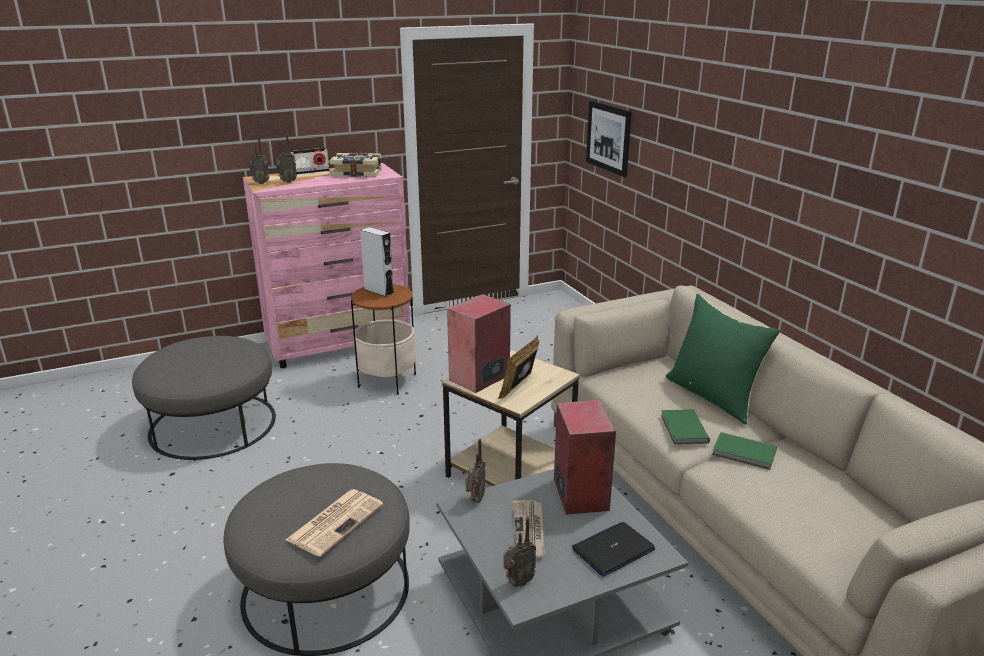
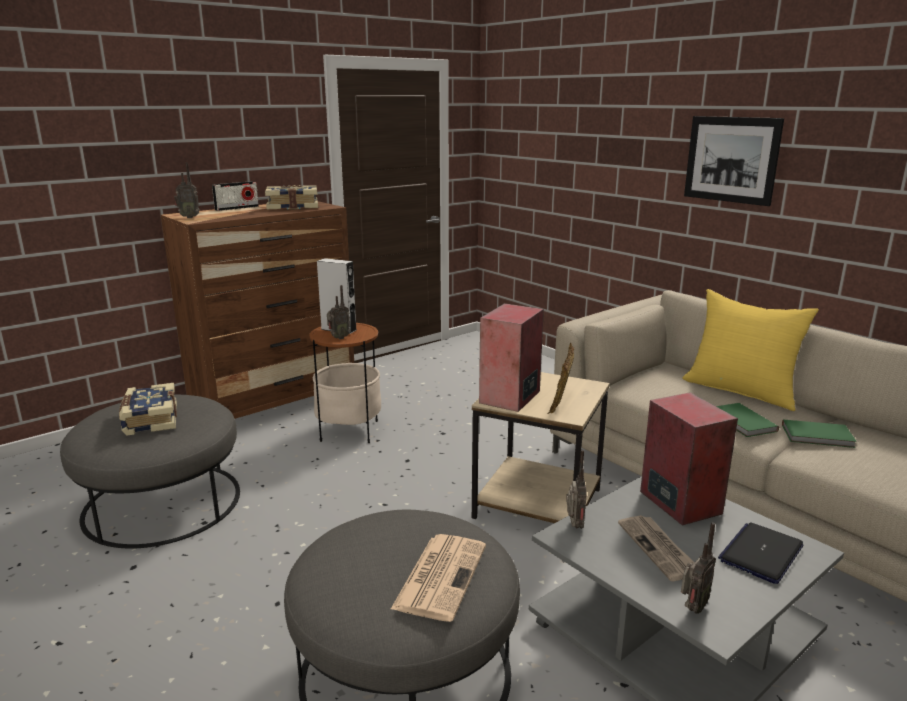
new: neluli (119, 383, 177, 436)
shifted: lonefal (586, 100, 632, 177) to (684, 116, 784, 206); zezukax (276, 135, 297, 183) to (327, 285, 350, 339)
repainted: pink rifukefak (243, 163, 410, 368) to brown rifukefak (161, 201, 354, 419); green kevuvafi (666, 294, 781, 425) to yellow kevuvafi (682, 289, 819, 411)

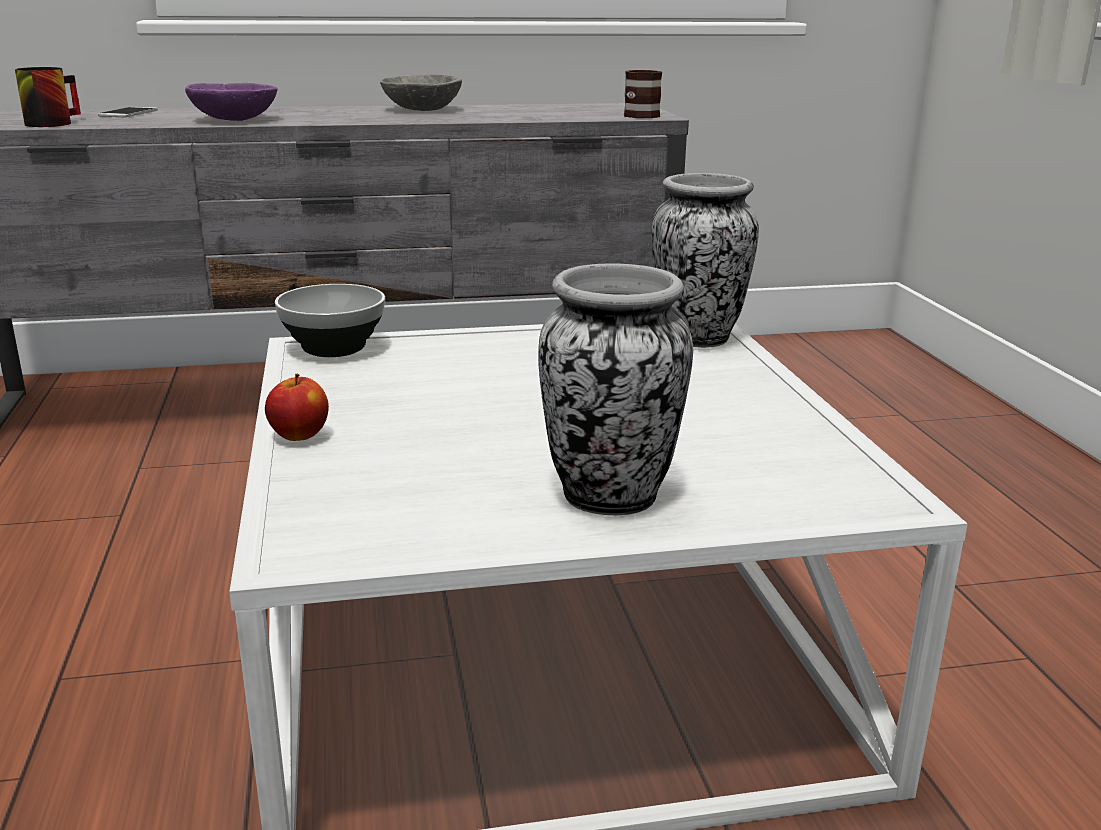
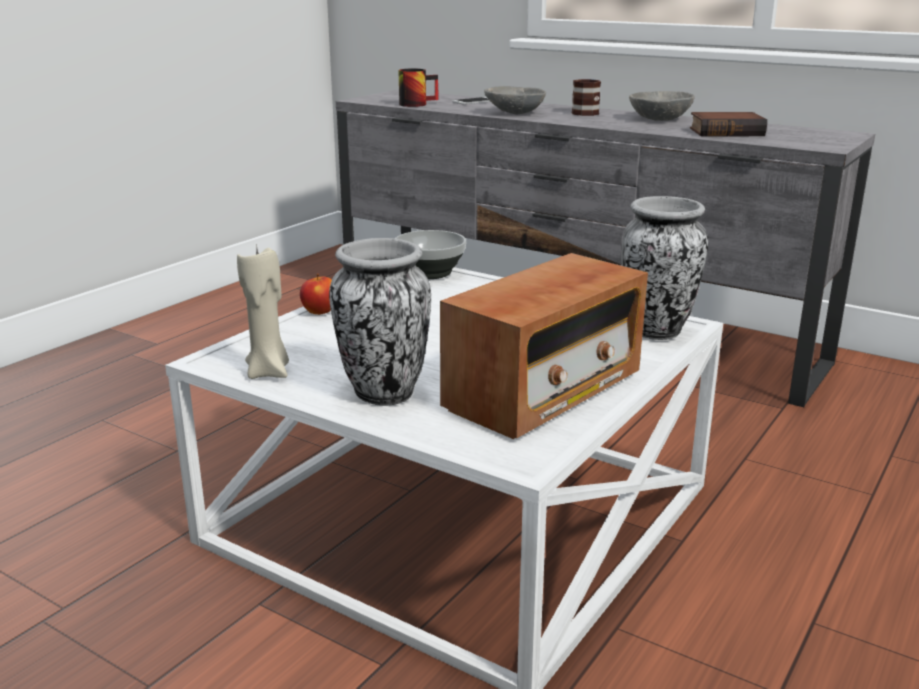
new: neluli (690, 112, 767, 136); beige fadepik (237, 244, 289, 379); zezukax (440, 253, 648, 439)
shifted: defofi (624, 70, 662, 118) to (572, 79, 601, 116)
repainted: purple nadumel (185, 83, 277, 121) to grey nadumel (484, 86, 546, 115)

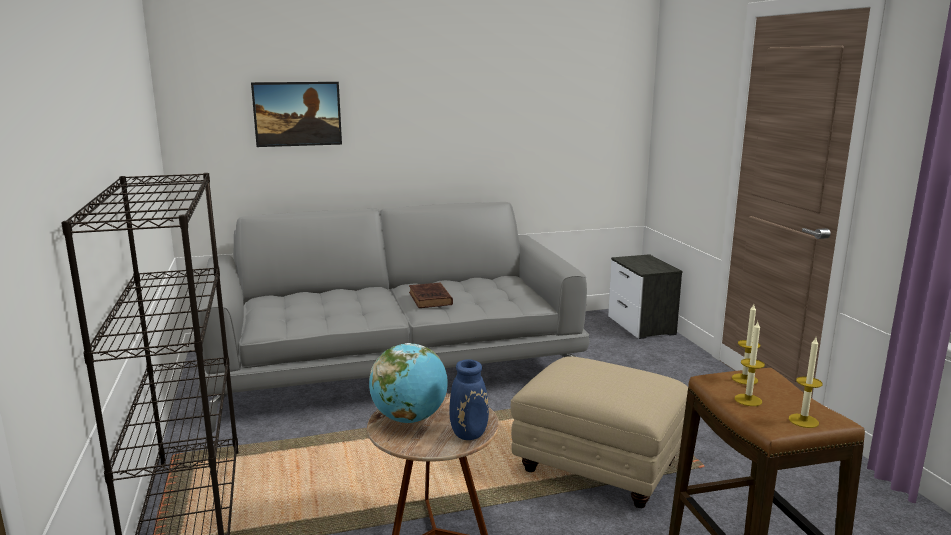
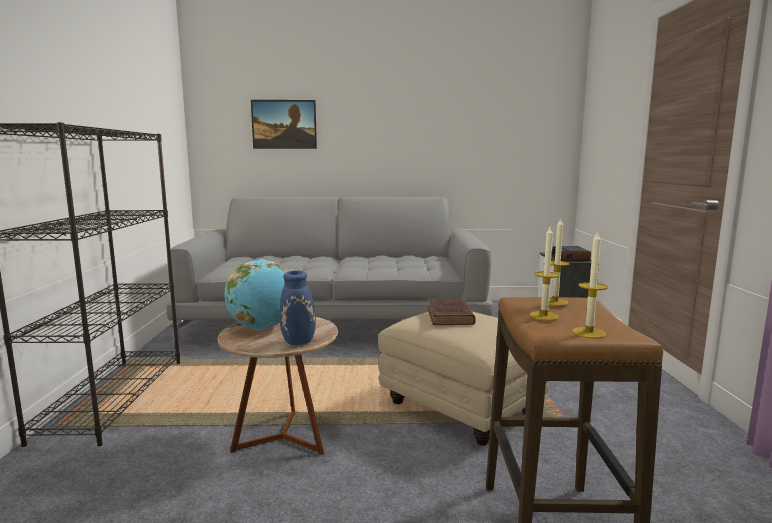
new: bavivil (551, 246, 591, 261)
shifted: brown neluli (409, 283, 453, 308) to (427, 299, 476, 325)

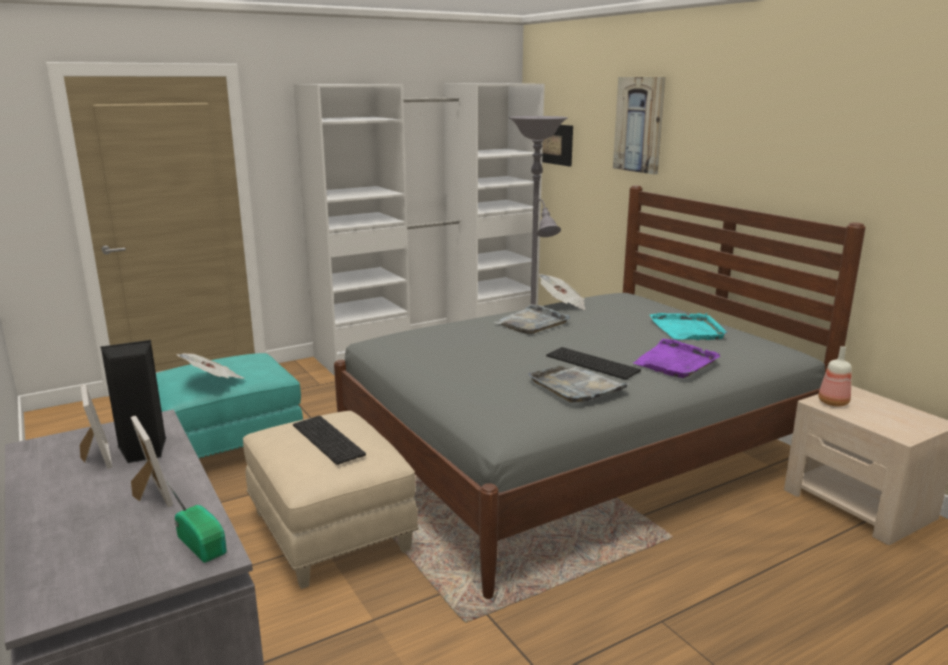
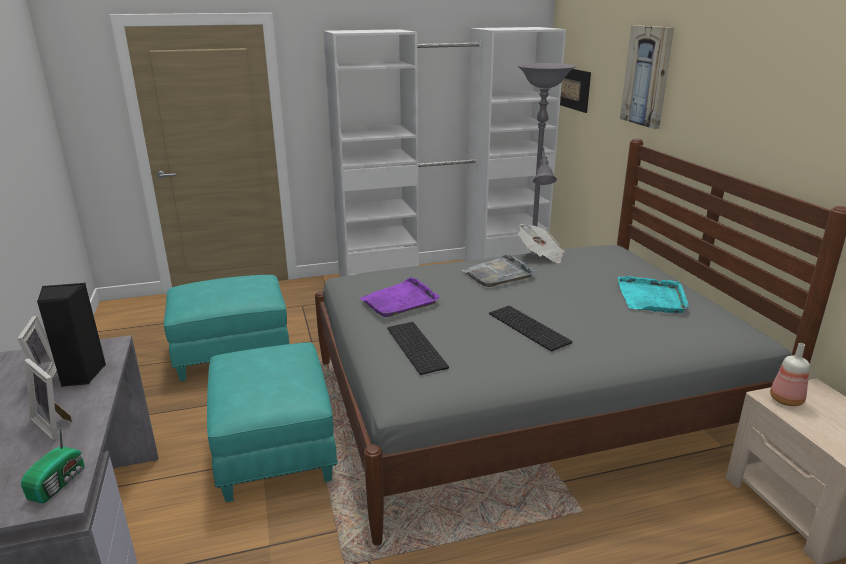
gone: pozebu (176, 353, 243, 378); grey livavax (529, 366, 630, 403)
shifted: purple livavax (633, 339, 720, 378) to (360, 277, 439, 317); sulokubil (293, 416, 366, 465) to (387, 322, 449, 375)
repainted: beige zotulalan (243, 411, 419, 589) to turquoise zotulalan (207, 342, 338, 502)
rotated: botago (131, 416, 173, 507) = (24, 359, 72, 440) 150 degrees clockwise; zezukax (166, 481, 227, 563) = (21, 418, 85, 504) 45 degrees clockwise

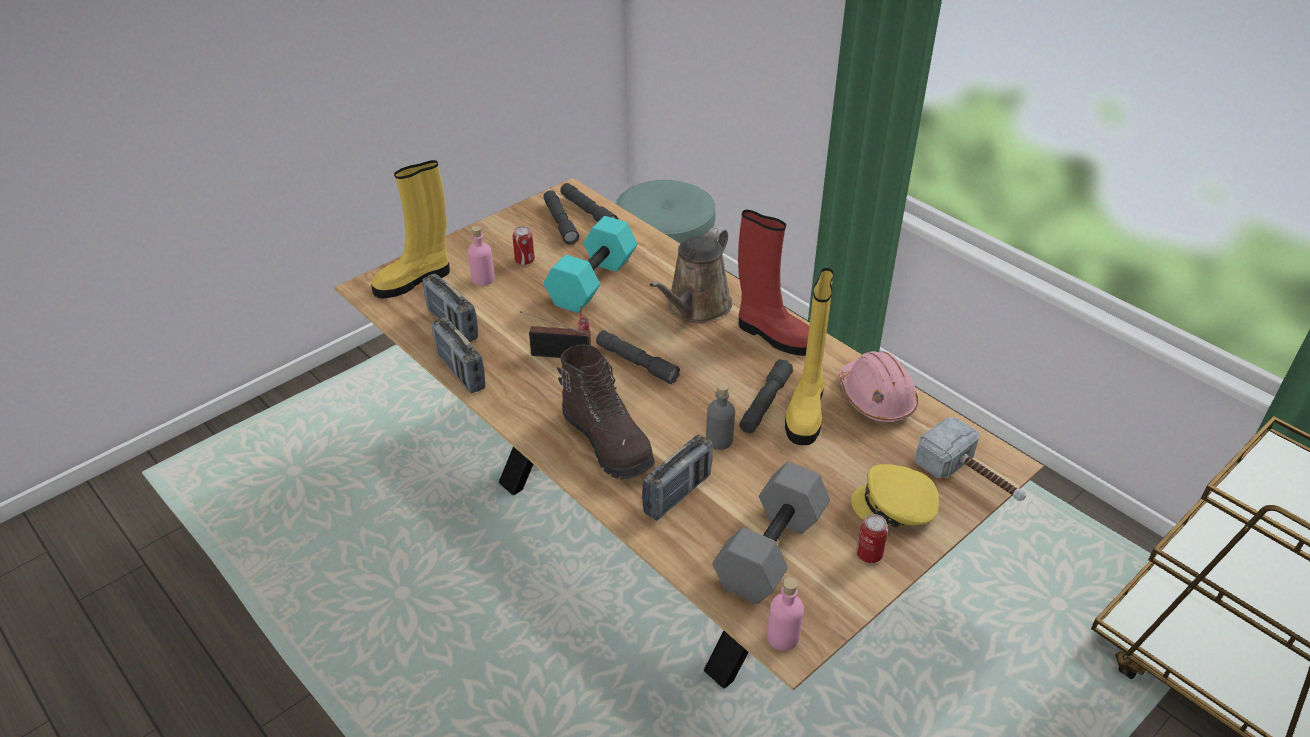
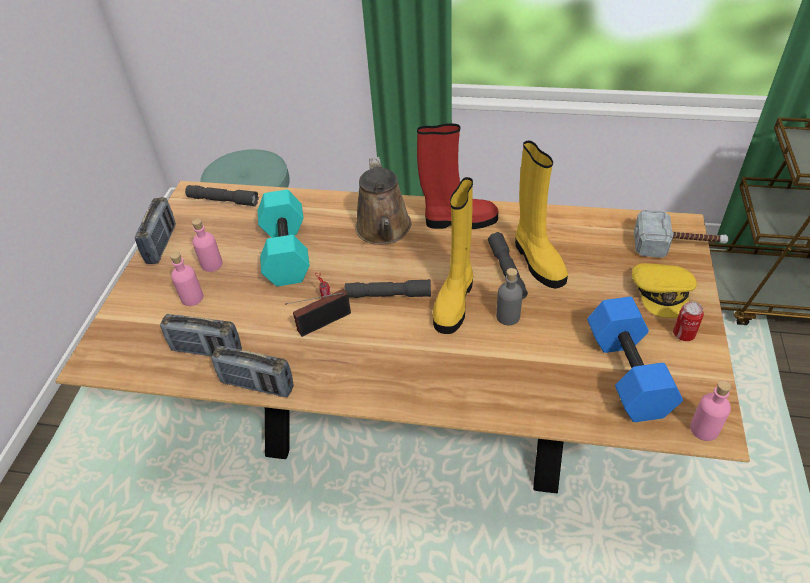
gone: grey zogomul (543, 190, 579, 245); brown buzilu (557, 344, 655, 479); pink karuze (839, 351, 918, 422)
shifted: yellow buzilu (371, 160, 450, 298) to (433, 177, 473, 334); zezukax (642, 434, 713, 520) to (134, 197, 176, 264)
swapped: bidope (513, 226, 535, 265) to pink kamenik (192, 218, 223, 272)
repainted: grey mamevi (712, 462, 830, 604) to blue mamevi (587, 297, 683, 422)
rotated: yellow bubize (851, 464, 939, 528) = (632, 263, 697, 318) 60 degrees counterclockwise

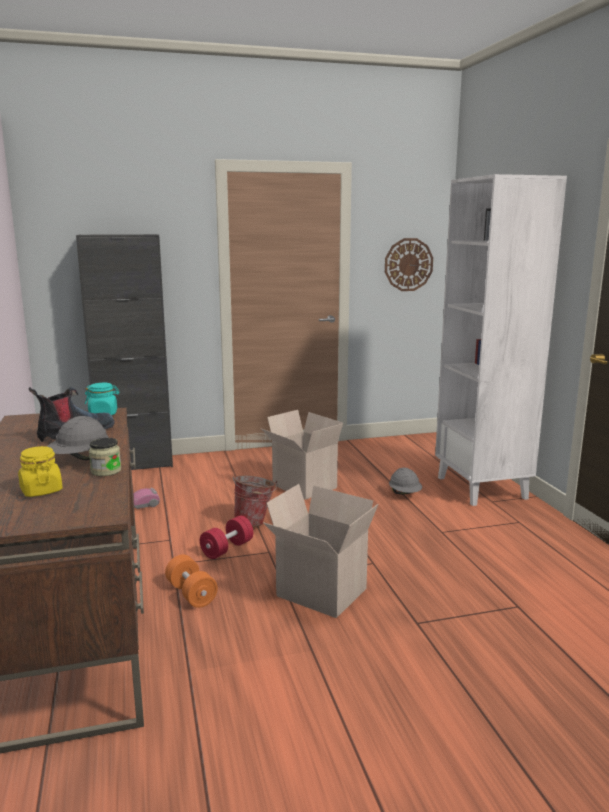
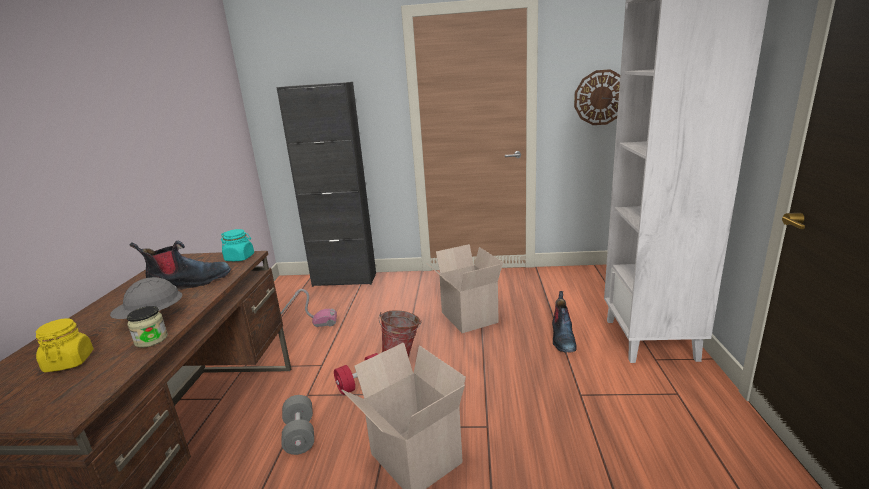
swapped: grey karuze (389, 468, 422, 494) to buzilu (552, 291, 577, 353)
repainted: orange mamevi (165, 554, 218, 608) to grey mamevi (281, 395, 314, 455)

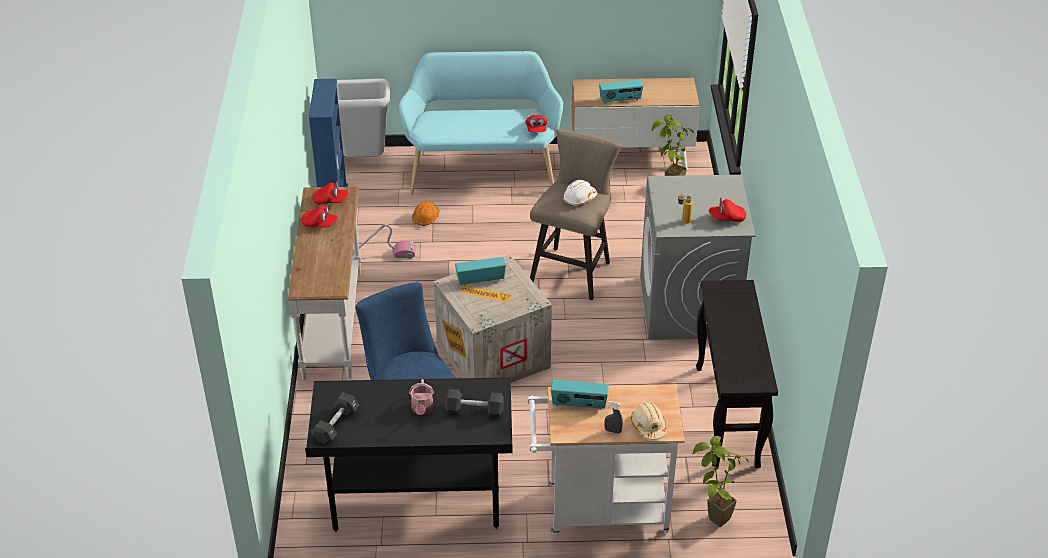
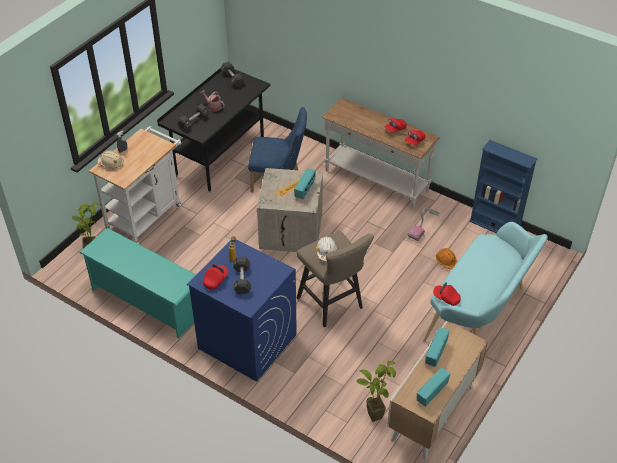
gone: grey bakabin (337, 79, 390, 157)
new: black mamevi (233, 257, 251, 294)
shifted: zezukax (551, 380, 609, 410) to (417, 368, 450, 406)
swapped: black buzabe (696, 280, 778, 468) to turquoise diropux (79, 228, 196, 339)
repainted: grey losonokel (640, 175, 756, 340) to blue losonokel (187, 239, 297, 382)

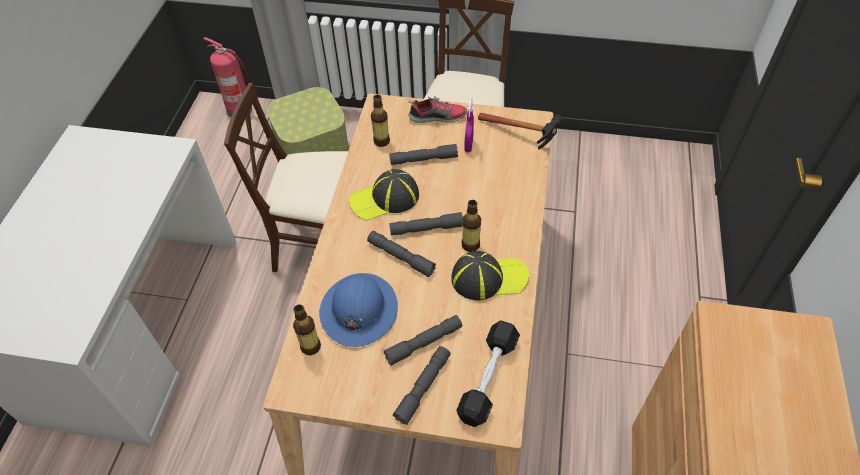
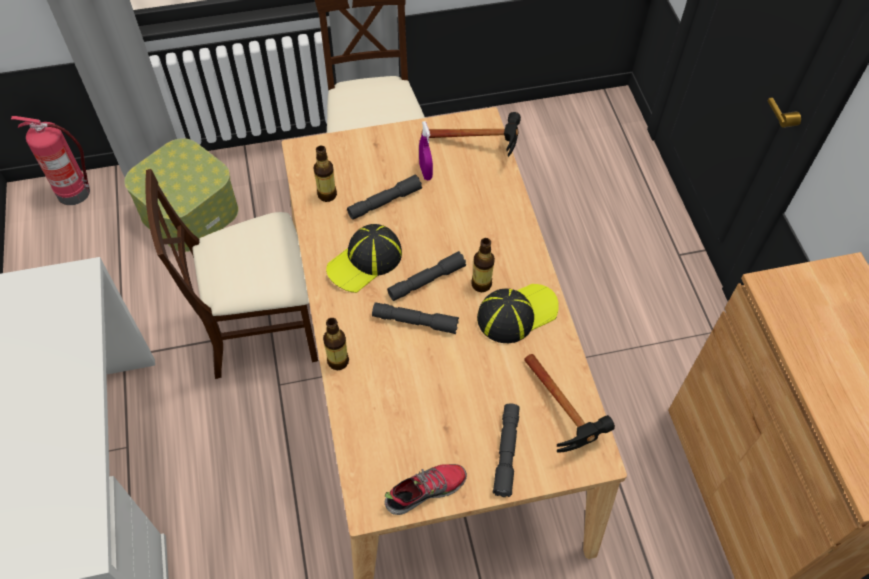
gone: blue karuze (319, 273, 398, 347); grey zogomul (384, 315, 462, 366)
shifted: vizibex (408, 96, 467, 123) to (385, 464, 467, 515); kamenik (293, 304, 321, 355) to (323, 318, 349, 370)
swapped: black mamevi (457, 320, 520, 427) to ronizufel (524, 354, 615, 453)

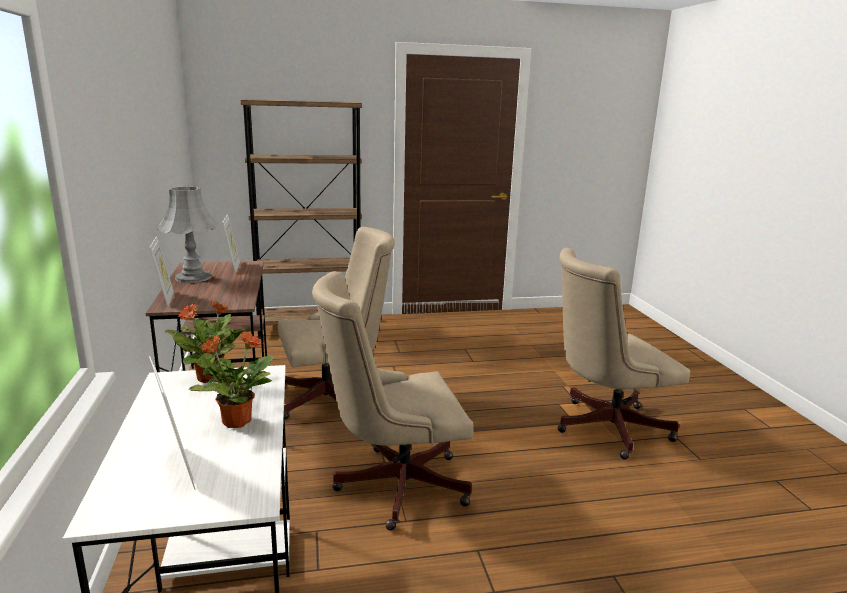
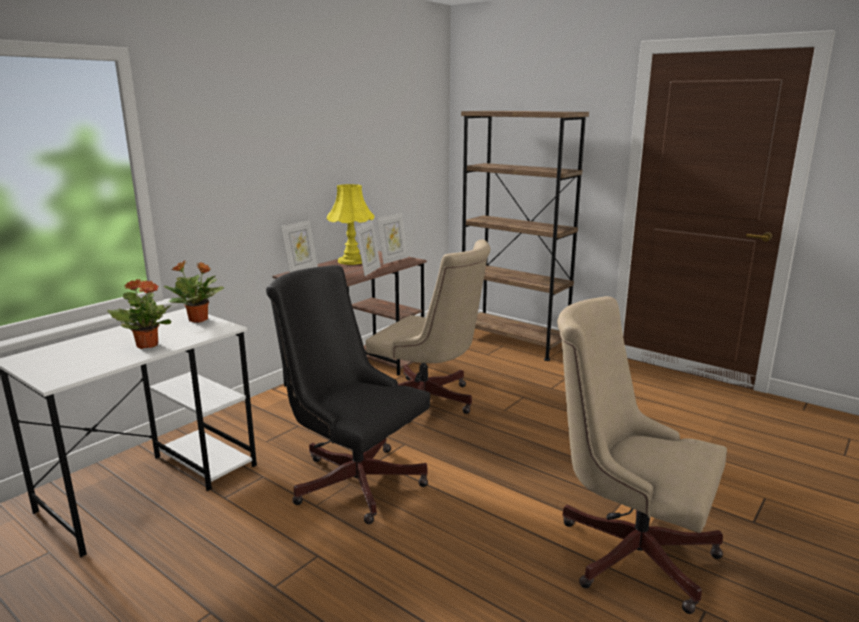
shifted: botago (149, 356, 195, 490) to (355, 221, 381, 276)
repainted: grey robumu (157, 186, 219, 283) to yellow robumu (327, 184, 374, 265); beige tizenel (312, 271, 473, 531) to black tizenel (266, 265, 430, 524)

